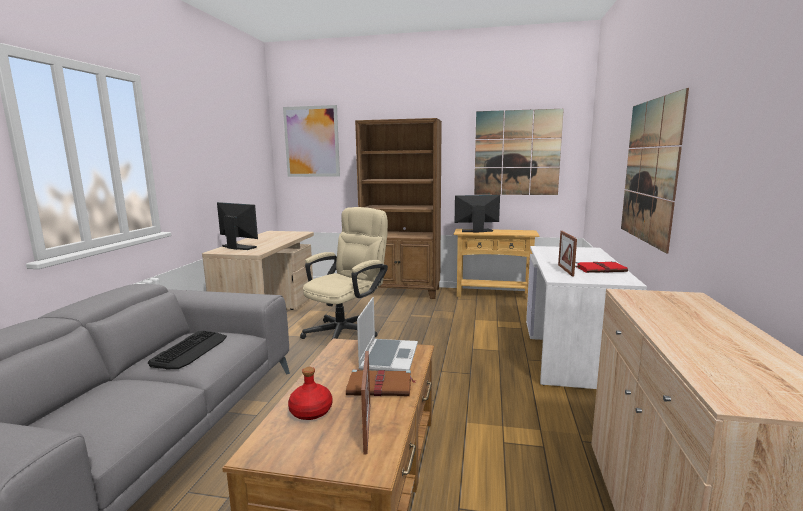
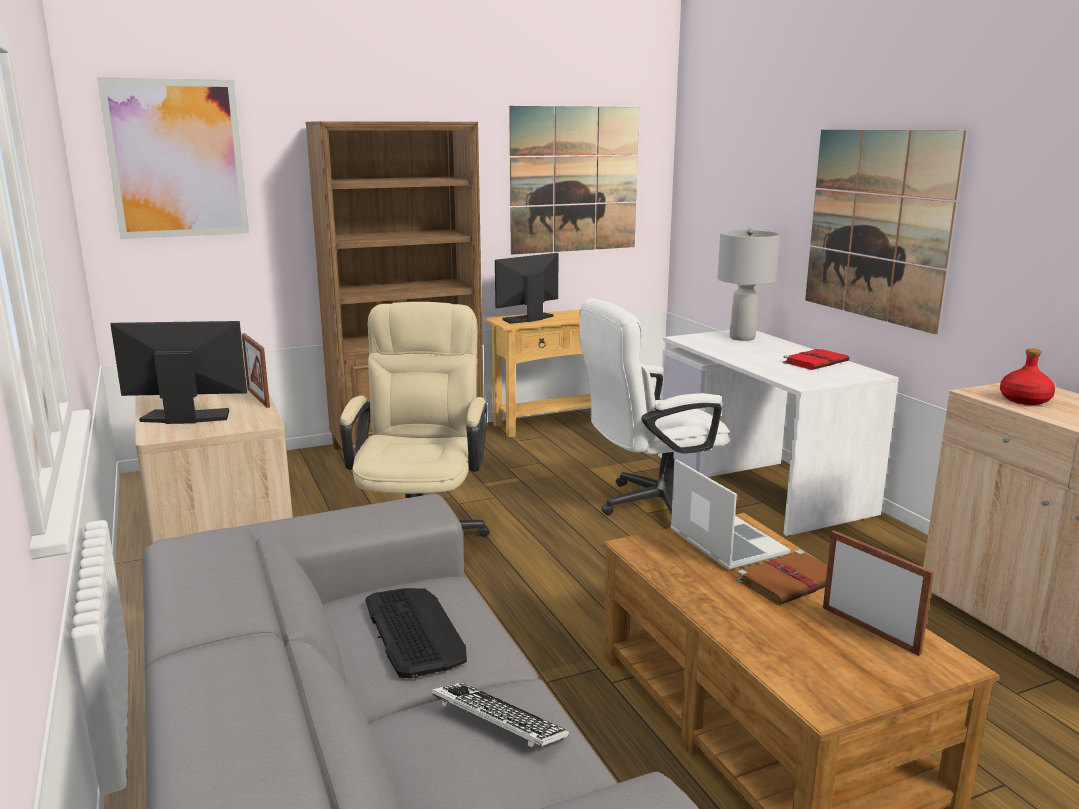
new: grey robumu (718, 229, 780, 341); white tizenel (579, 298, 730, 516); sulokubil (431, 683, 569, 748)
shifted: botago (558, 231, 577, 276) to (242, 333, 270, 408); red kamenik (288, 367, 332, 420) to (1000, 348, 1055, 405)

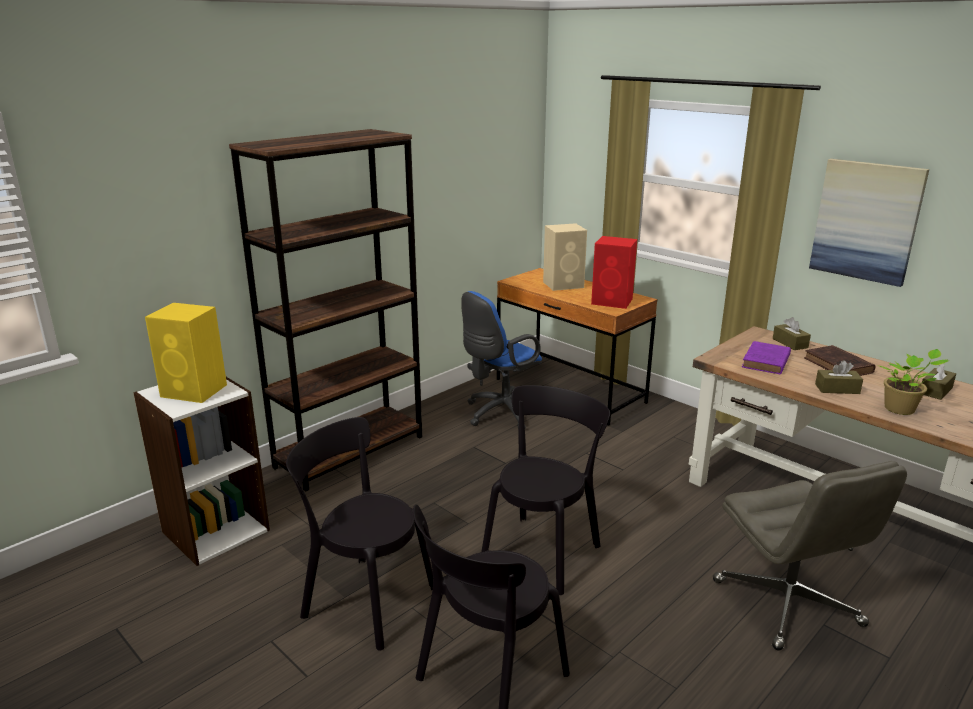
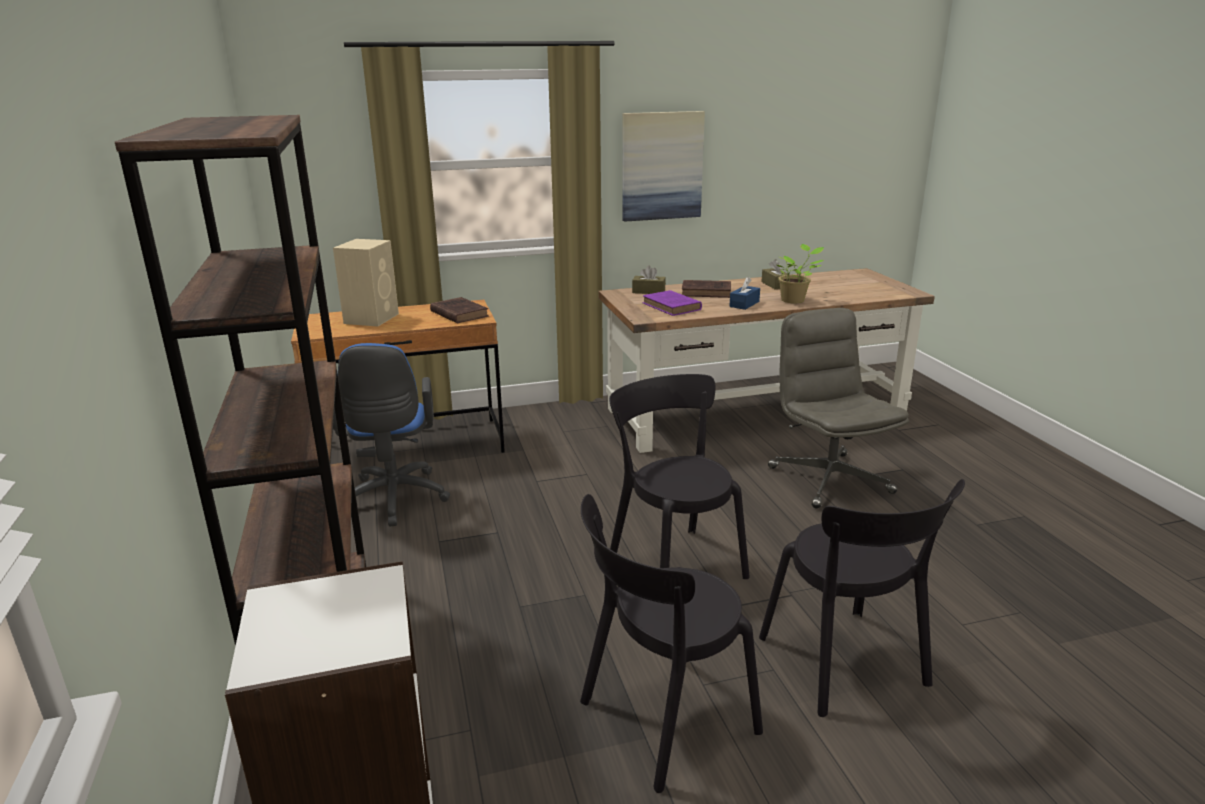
gone: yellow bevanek (145, 303, 227, 403)
swapped: red bevanek (591, 236, 637, 309) to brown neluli (430, 297, 489, 323)
repainted: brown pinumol (815, 360, 863, 394) to blue pinumol (729, 277, 760, 310)
rotated: grey tizenel (713, 461, 907, 651) = (768, 308, 909, 508) 120 degrees counterclockwise

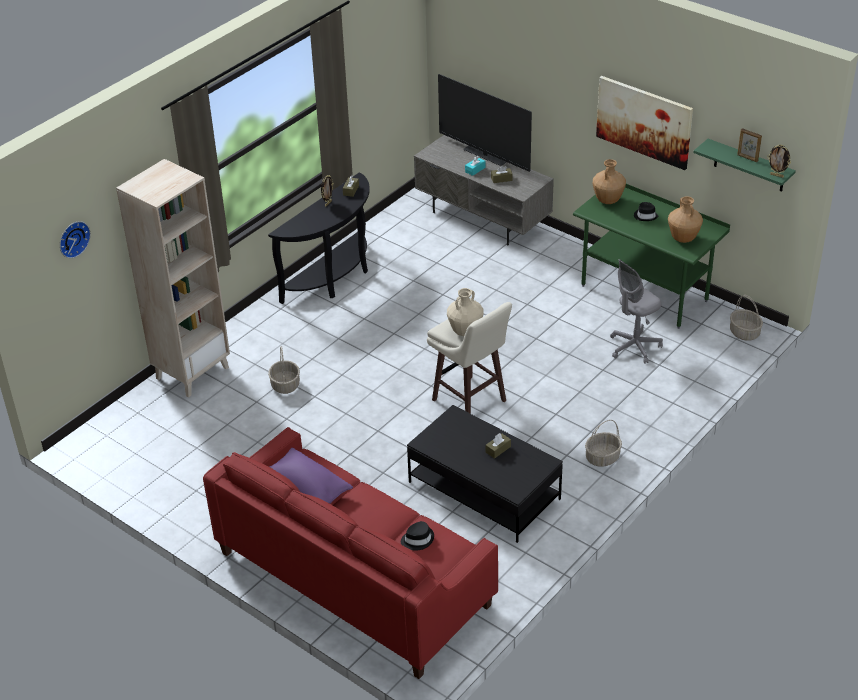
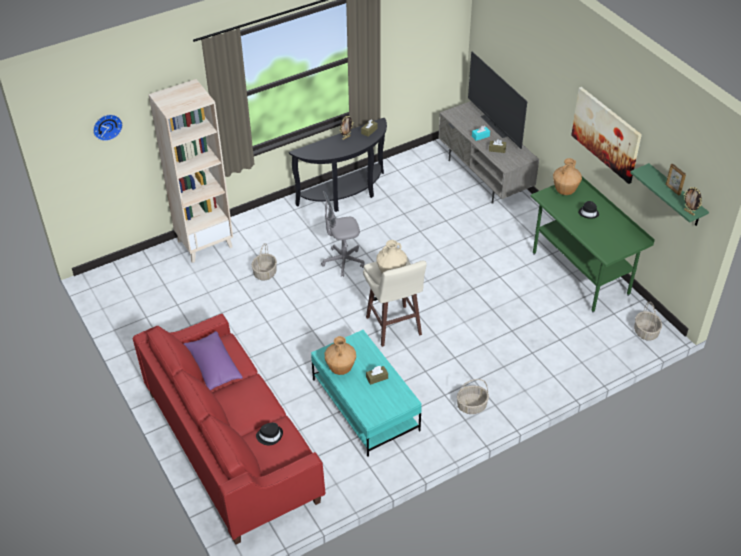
shifted: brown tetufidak (668, 196, 703, 243) to (325, 336, 356, 375); grey tizenel (610, 259, 663, 364) to (321, 191, 364, 277)
repainted: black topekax (407, 405, 563, 543) to turquoise topekax (311, 330, 422, 457)

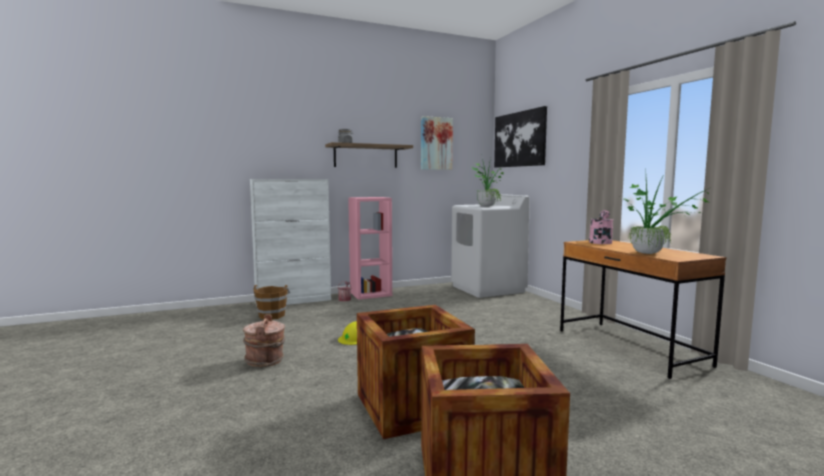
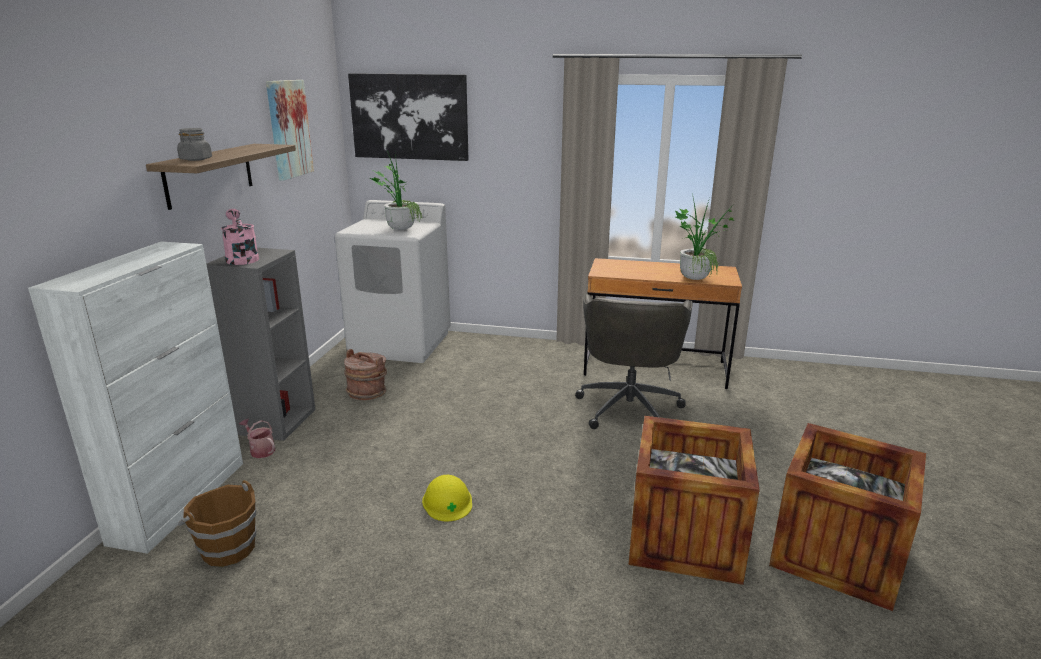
new: grey tizenel (575, 294, 692, 429)
shifted: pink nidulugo (589, 210, 613, 244) to (221, 209, 259, 265); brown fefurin (243, 315, 285, 367) to (344, 349, 387, 400)
repainted: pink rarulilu (348, 197, 392, 300) to grey rarulilu (207, 248, 316, 441)

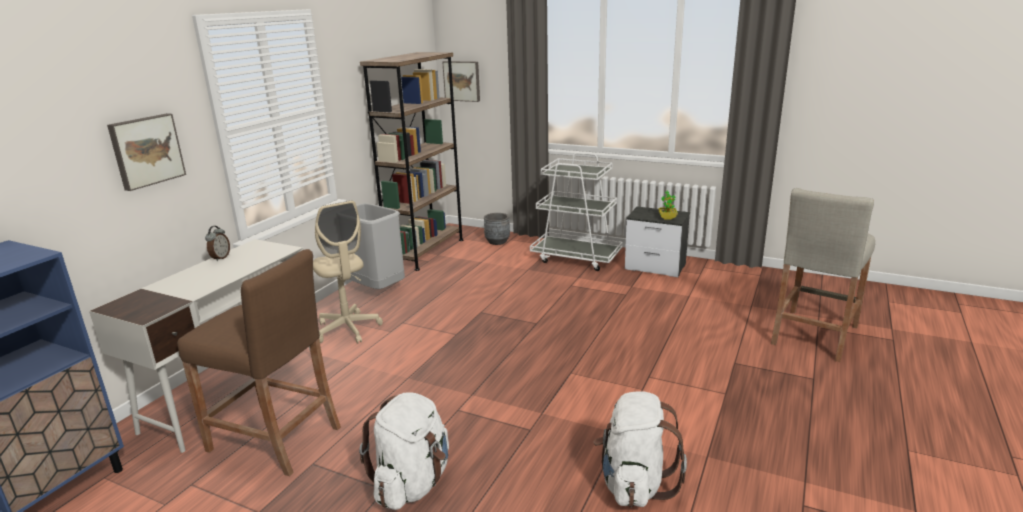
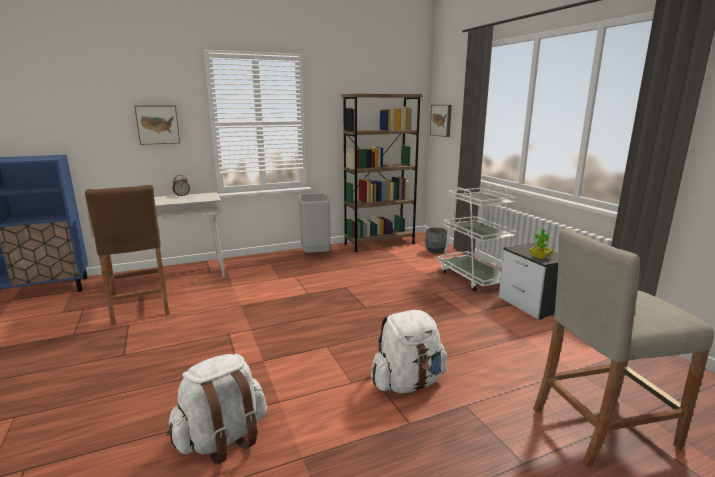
gone: beige tizenel (313, 201, 383, 344)
shifted: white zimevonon (359, 392, 449, 510) to (371, 310, 447, 393)

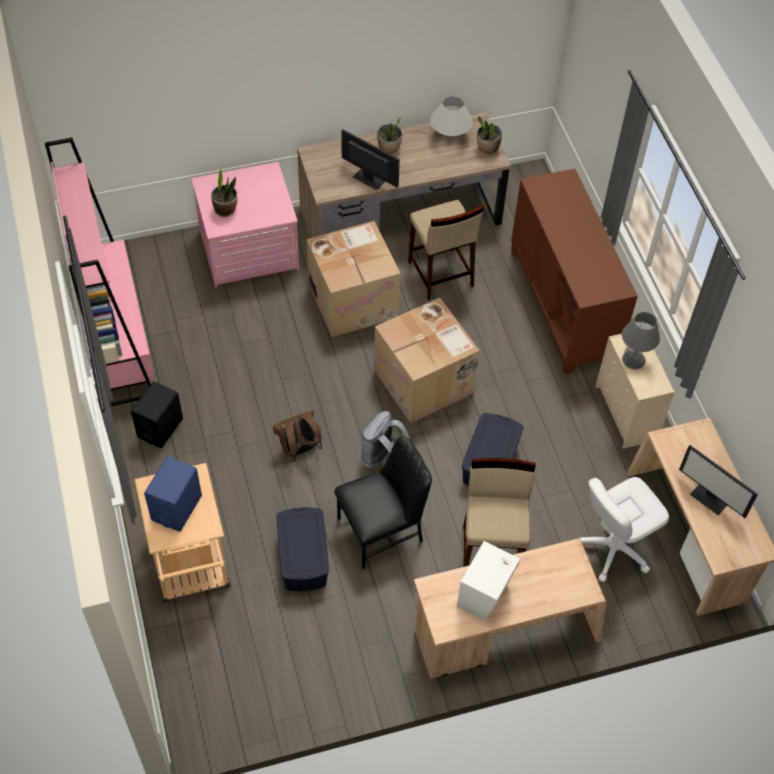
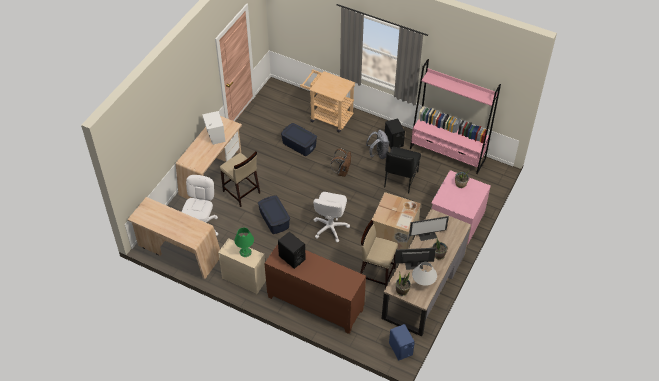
new: black bevanek (278, 232, 306, 269)
shifted: grey zimevonon (361, 411, 411, 469) to (366, 130, 389, 159); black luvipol (334, 436, 432, 569) to (384, 147, 421, 194); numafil (679, 445, 758, 518) to (395, 248, 436, 270); blue bevanek (144, 456, 202, 532) to (389, 324, 415, 360)
swapped: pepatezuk (374, 298, 480, 423) to white tizenel (313, 192, 350, 242)
repainted: grey robumu (622, 312, 660, 369) to green robumu (234, 227, 254, 257)

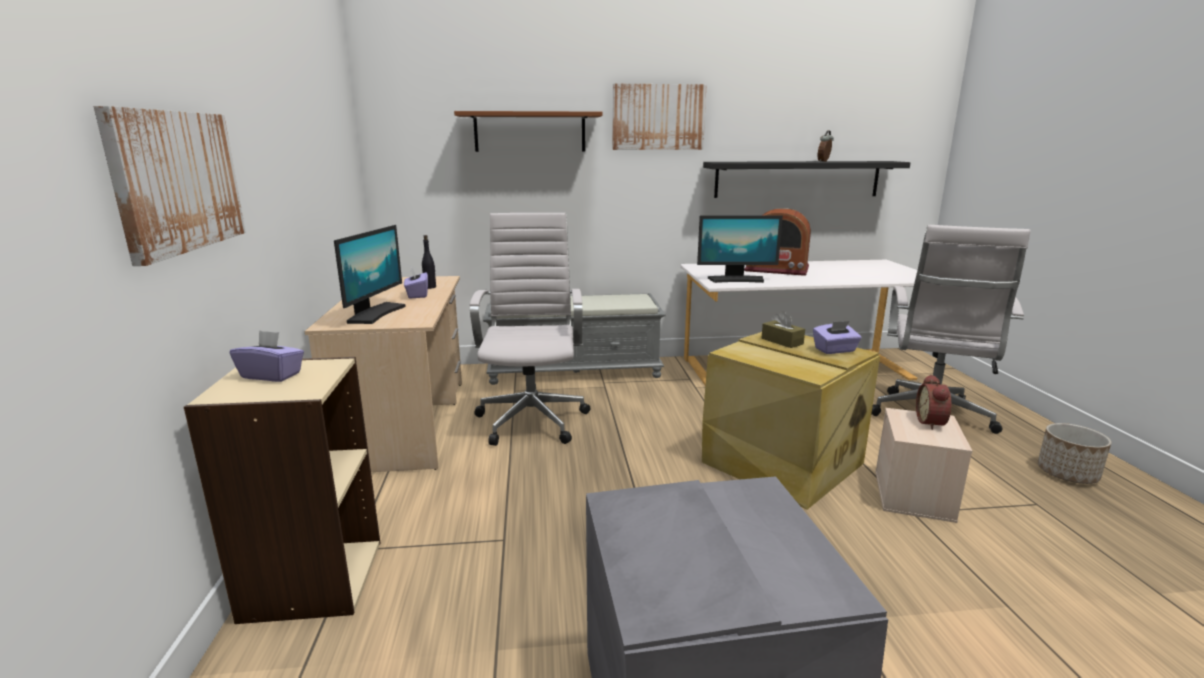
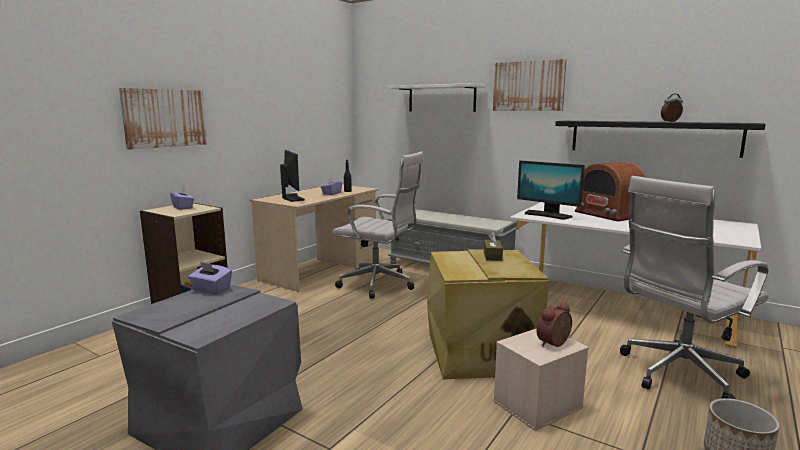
shifted: purple pinumol (813, 321, 862, 354) to (188, 262, 232, 294)
repainted: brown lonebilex (454, 111, 603, 152) to white lonebilex (389, 83, 486, 112)
rotated: white tizenel (470, 213, 590, 446) = (333, 151, 424, 299) 75 degrees clockwise; numafil (334, 225, 406, 324) = (280, 150, 305, 202) 75 degrees counterclockwise

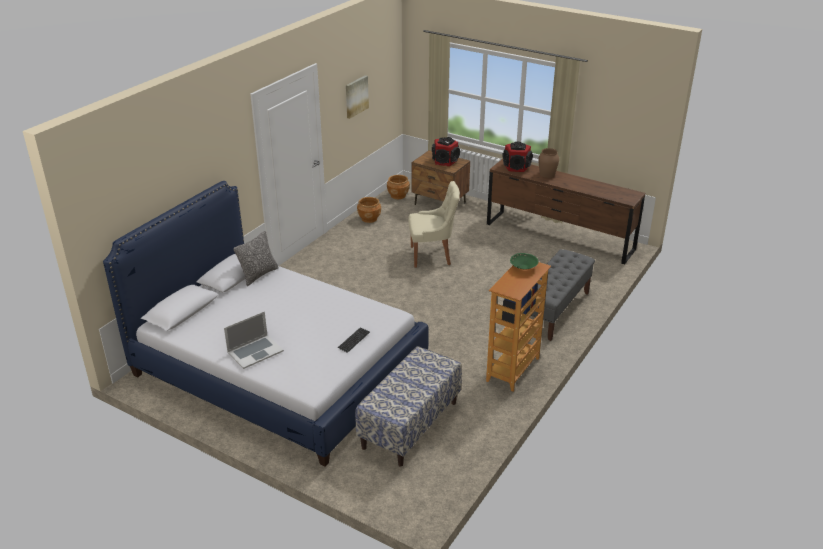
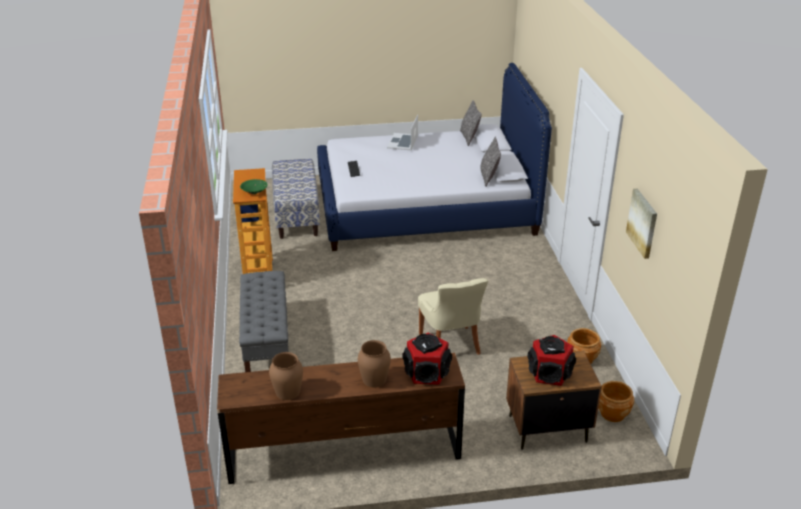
new: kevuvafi (460, 100, 482, 146); brown tetufidak (269, 352, 303, 400)
rotated: beige luvipol (408, 181, 460, 268) = (418, 278, 488, 355) 60 degrees counterclockwise

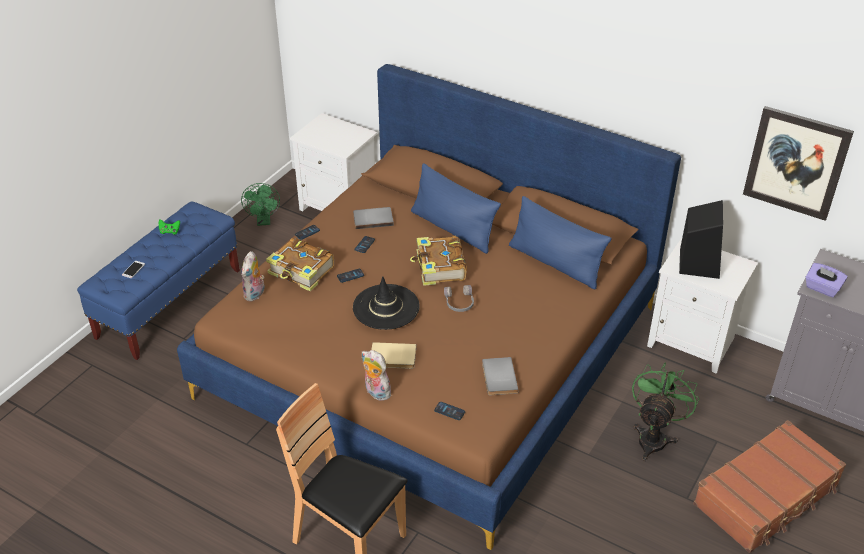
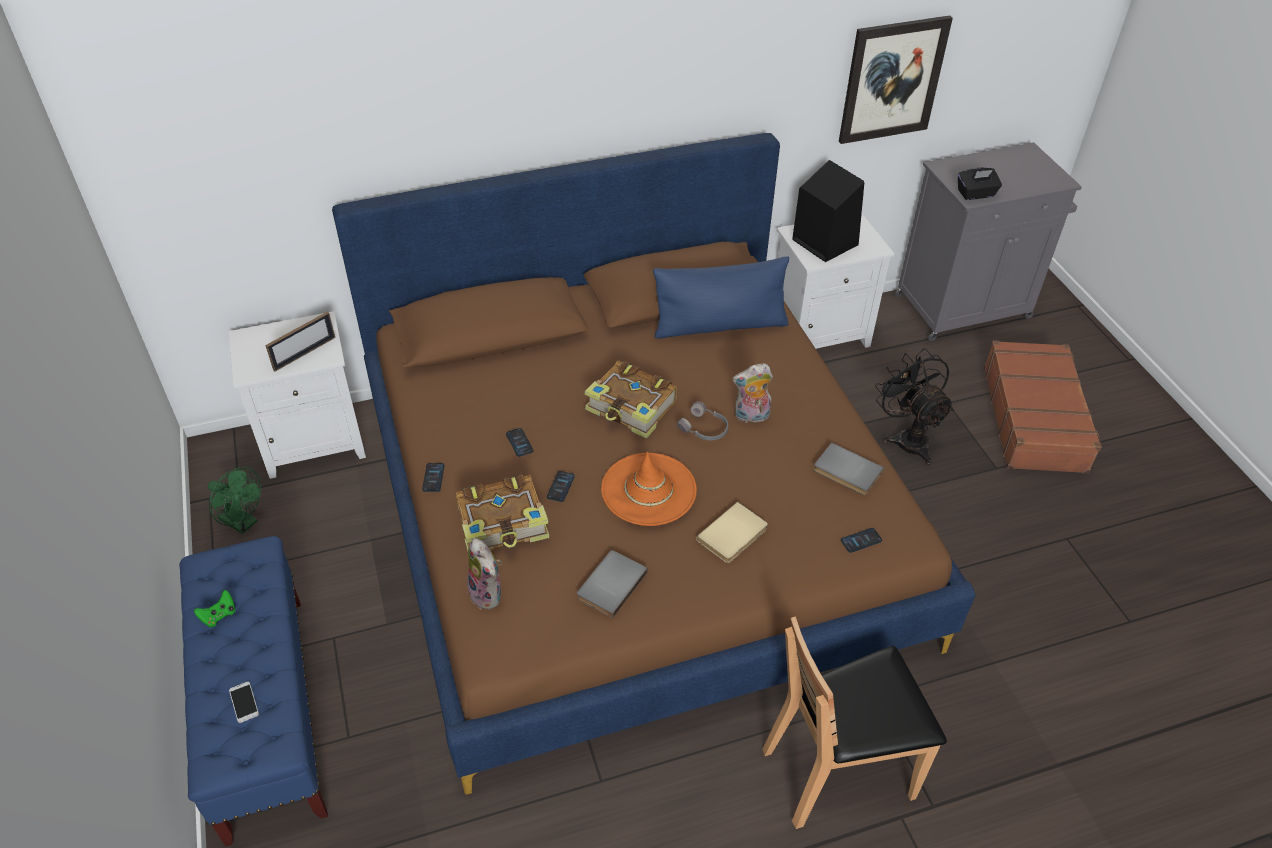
gone: blue kevuvafi (411, 163, 501, 254)
new: botago (265, 311, 335, 372)
shifted: grey neluli (353, 207, 394, 229) to (577, 550, 648, 618); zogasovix (362, 350, 391, 401) to (732, 363, 773, 423)
repainted: purple pinumol (806, 263, 848, 297) to black pinumol (958, 167, 1002, 200); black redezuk (353, 276, 420, 330) to orange redezuk (601, 452, 697, 526); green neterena (632, 362, 699, 461) to black neterena (875, 348, 954, 465)

